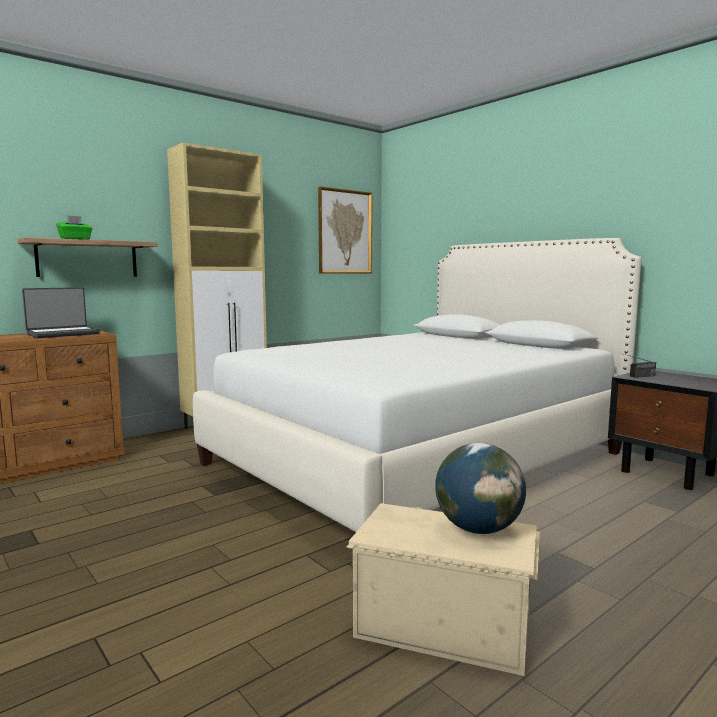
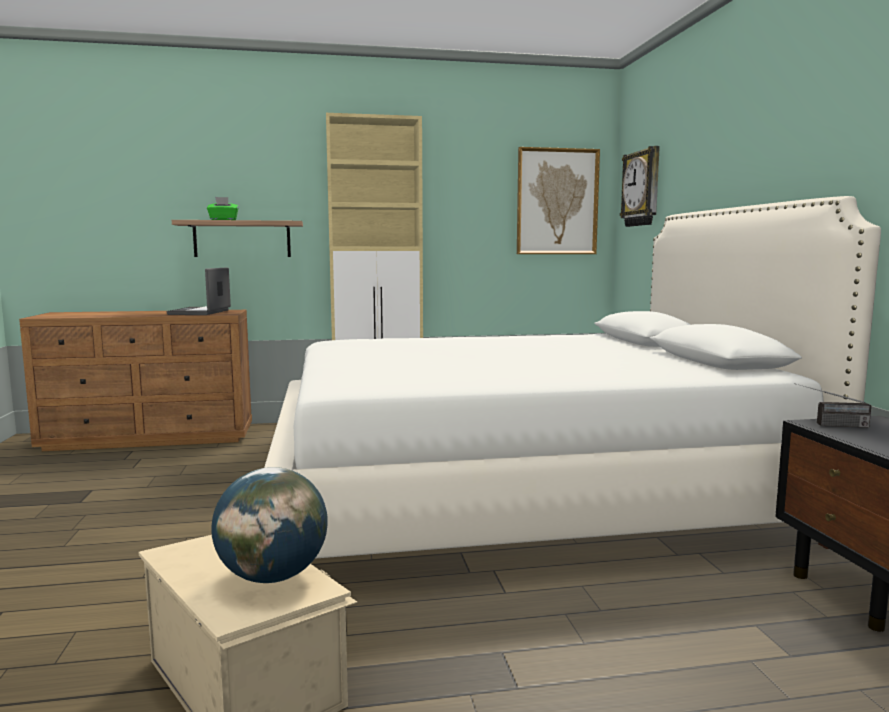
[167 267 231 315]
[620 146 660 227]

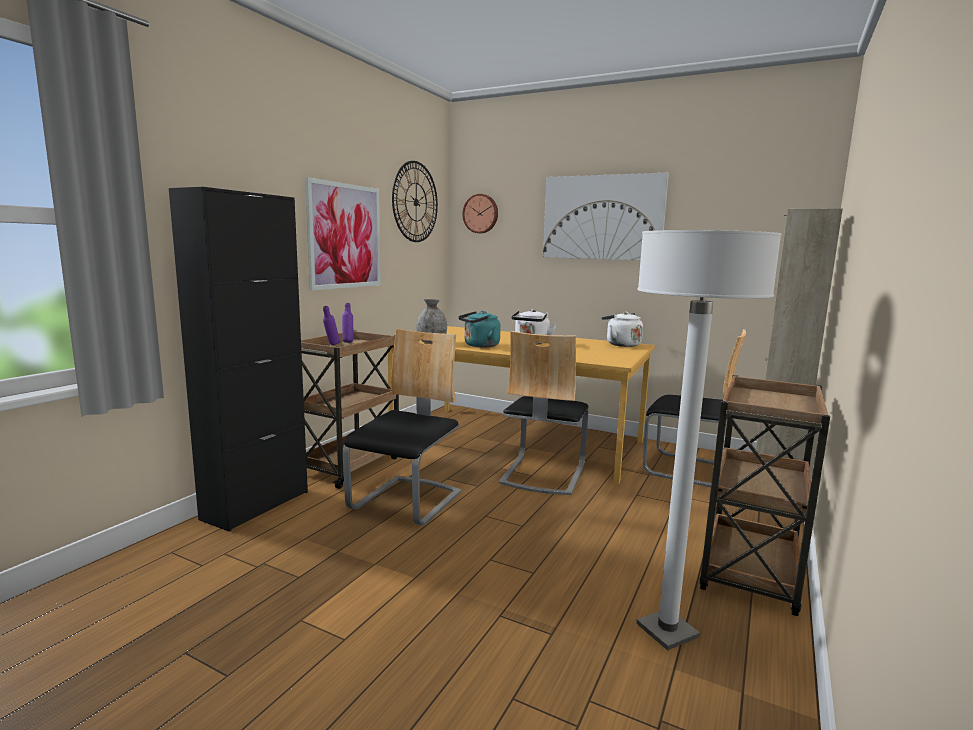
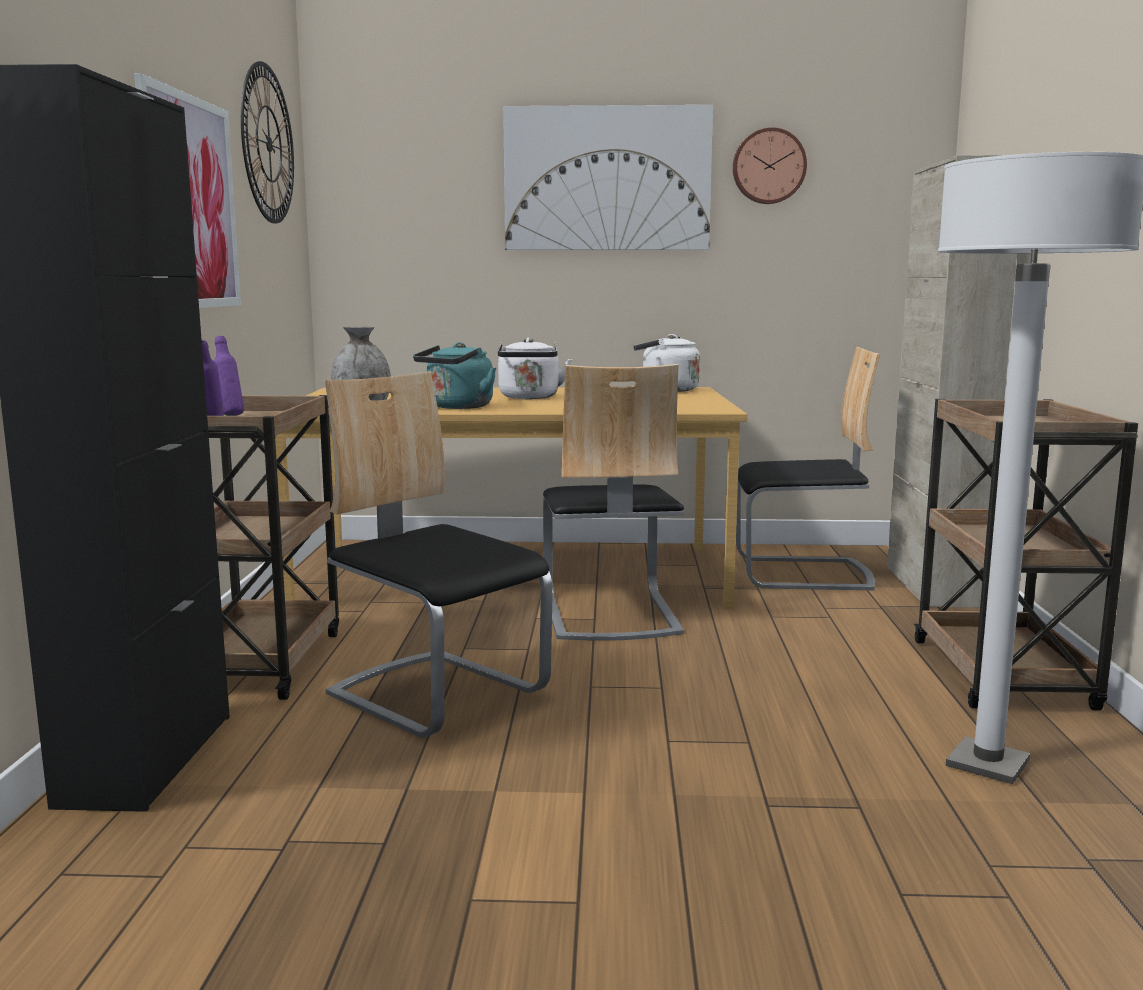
[733 127 807 204]
[325 371 553 738]

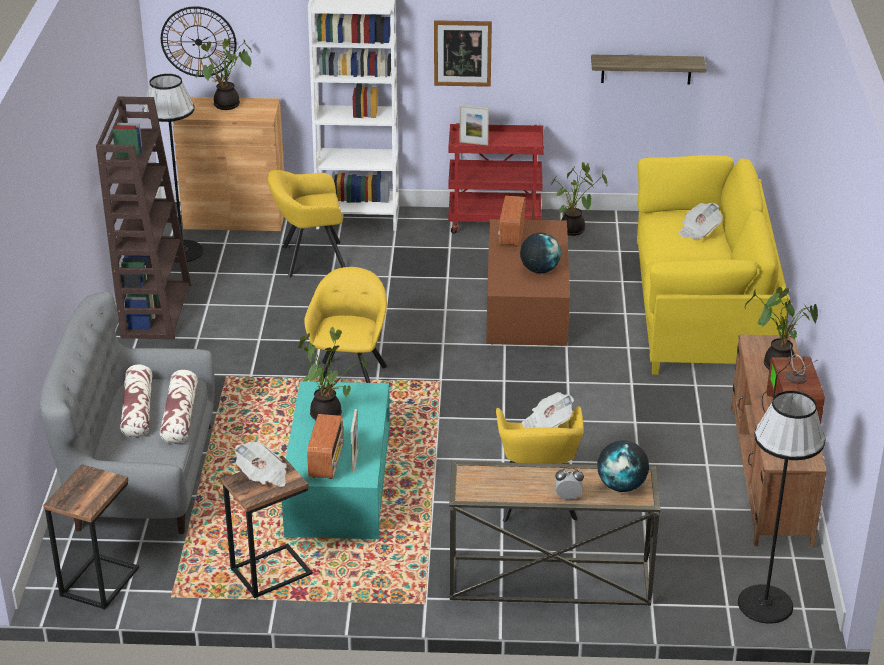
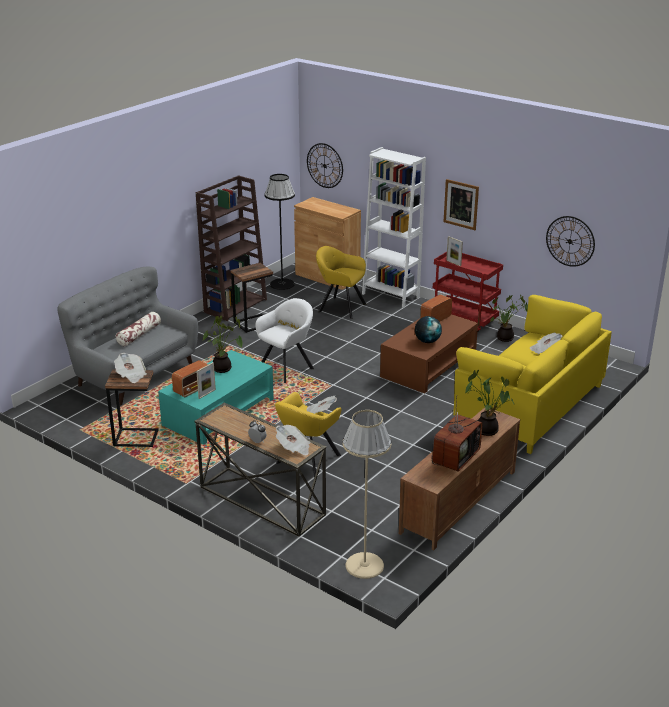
[195 38 252 110] (first image)
[546 216 595 267]
[256 298 314 383]
[160 370 198 444] (first image)
[343 410 391 579]
[276 425 310 455]
[230 263 273 333]

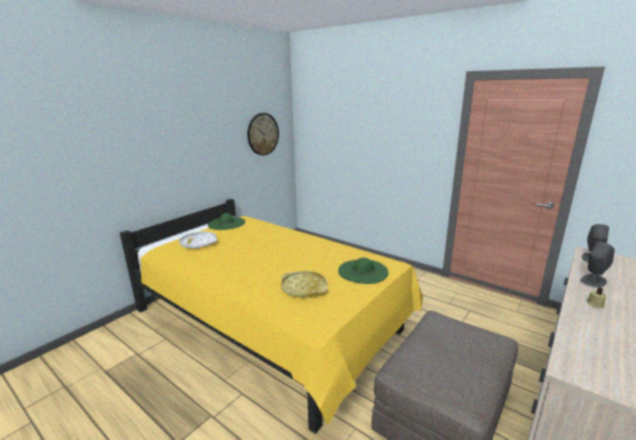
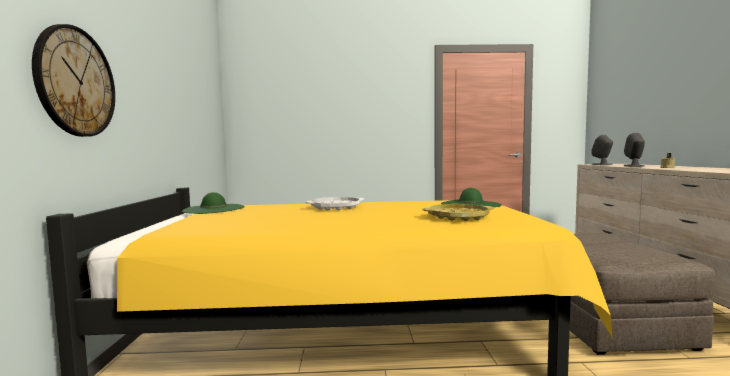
[32 24 115 137]
[306 197 364 210]

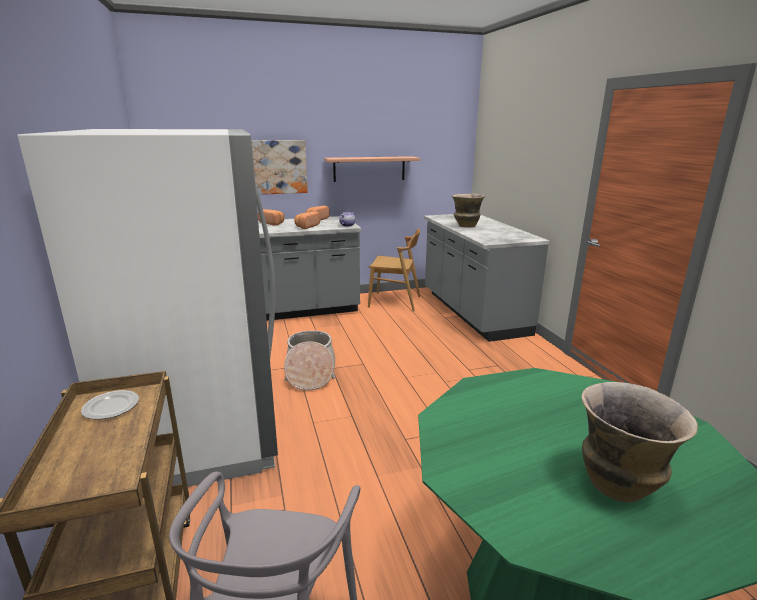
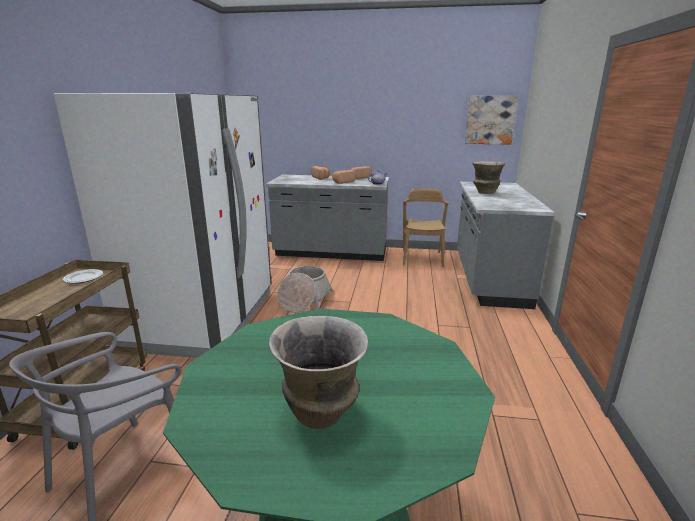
[465 96 518 145]
[324 156 420 182] (first image)
[403 188 449 267]

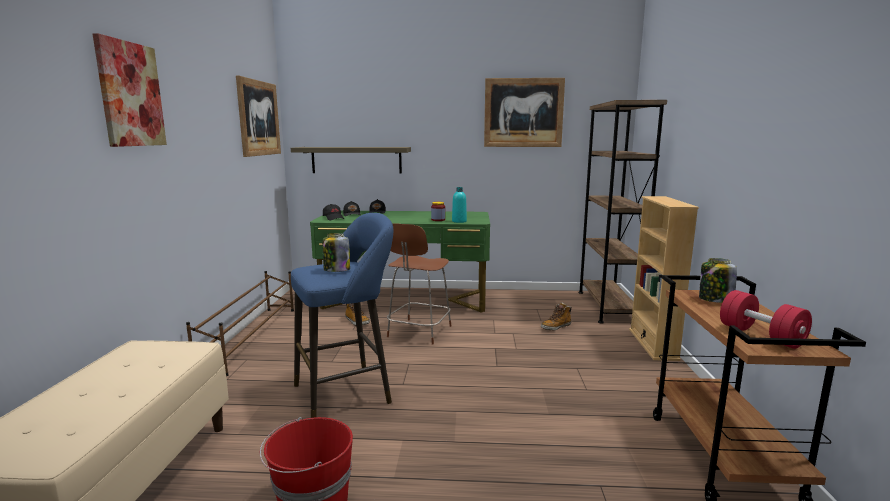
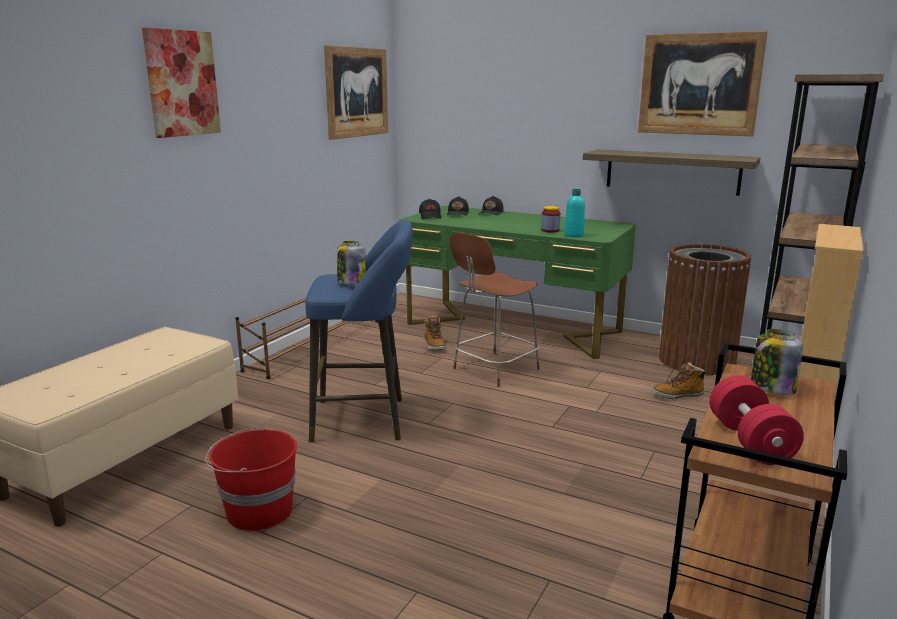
[583 149 761 196]
[659 244 751 375]

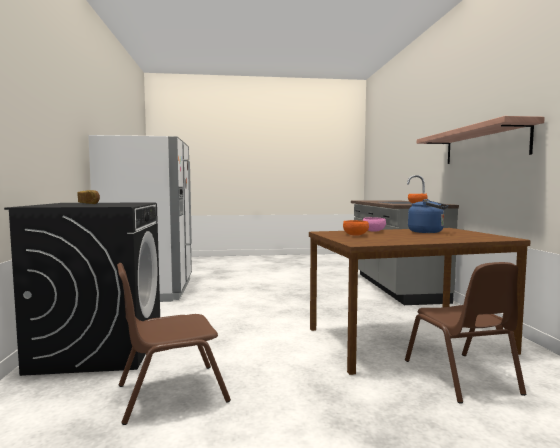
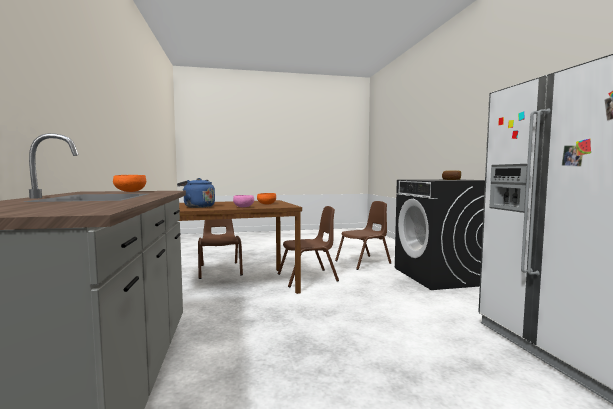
[417 116 545 164] (first image)
[278 206 339 287]

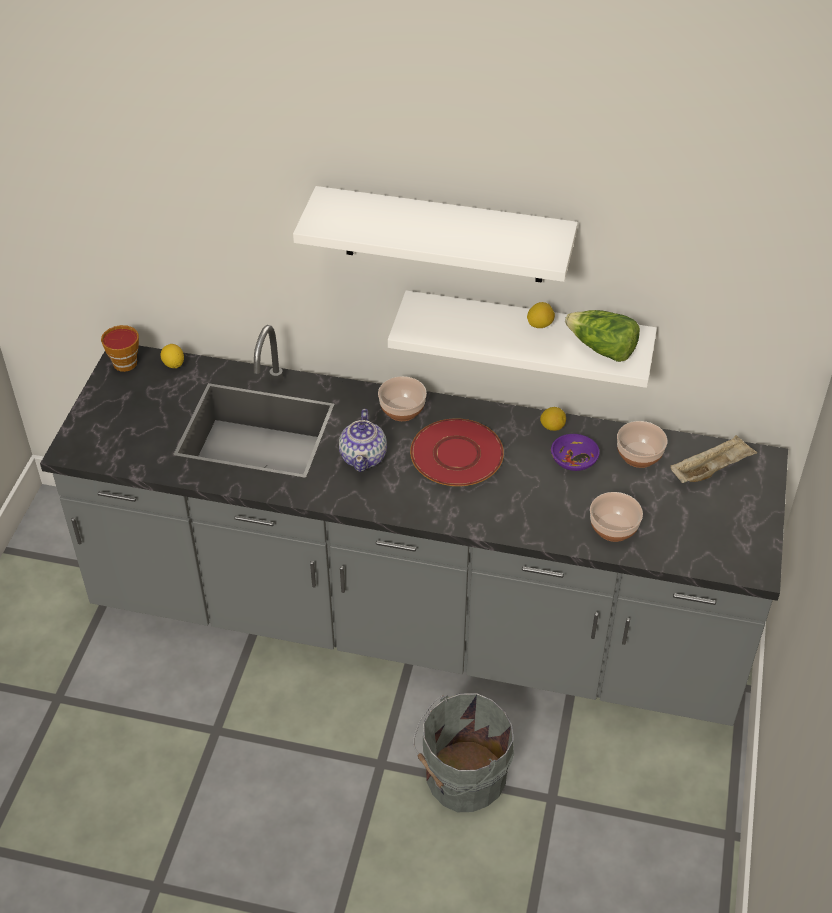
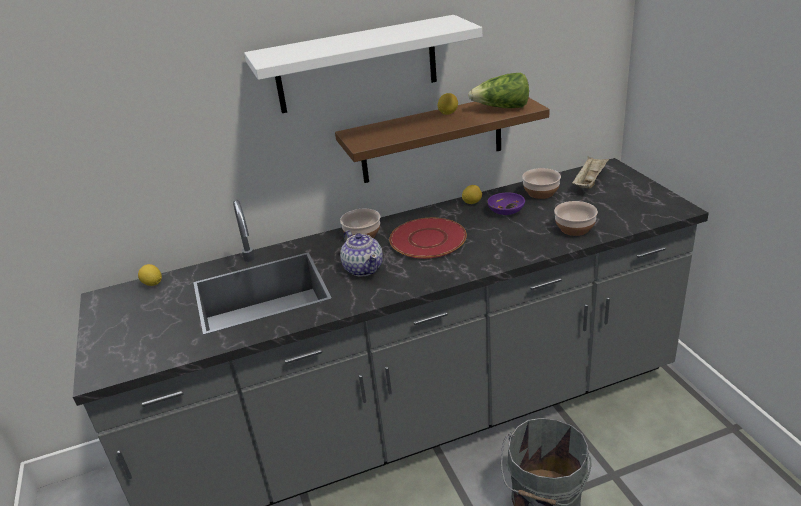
[335 98 550 183]
[101 325 139 372] (first image)

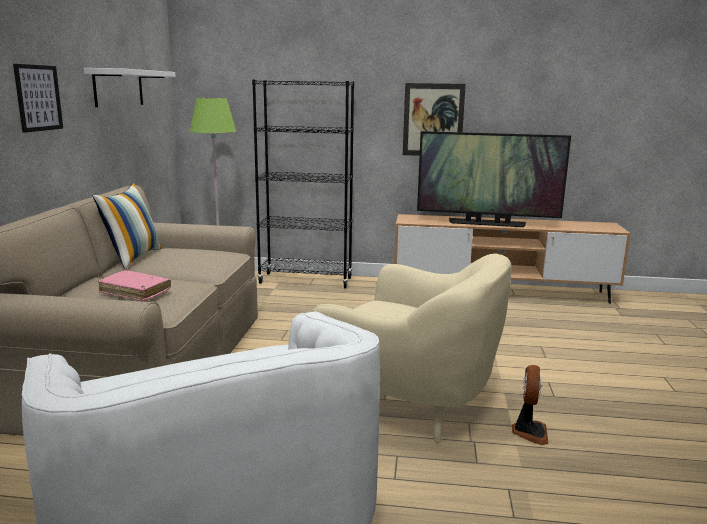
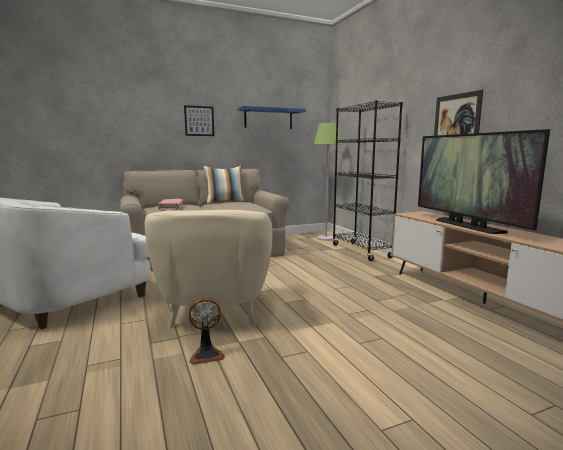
[237 106 306 129]

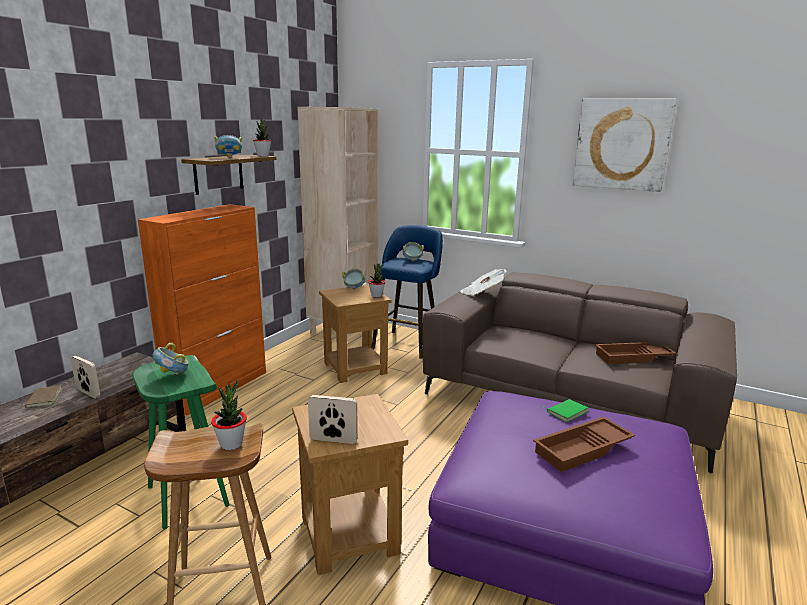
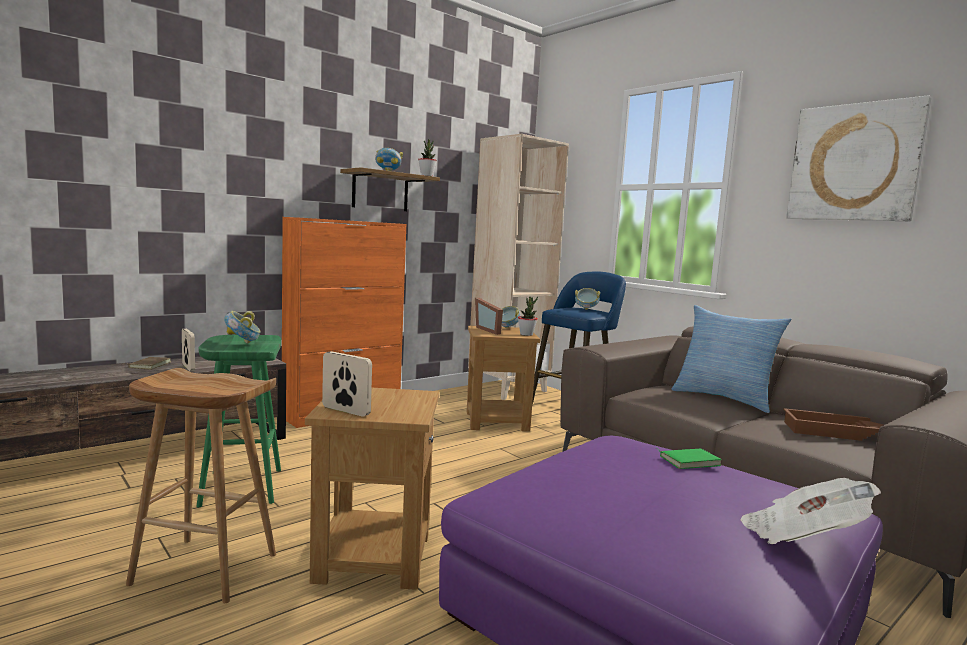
[741 478 881 544]
[211 380 247 450] (first image)
[533 417 635 472] (first image)
[475 298 503 335]
[672 305 792 413]

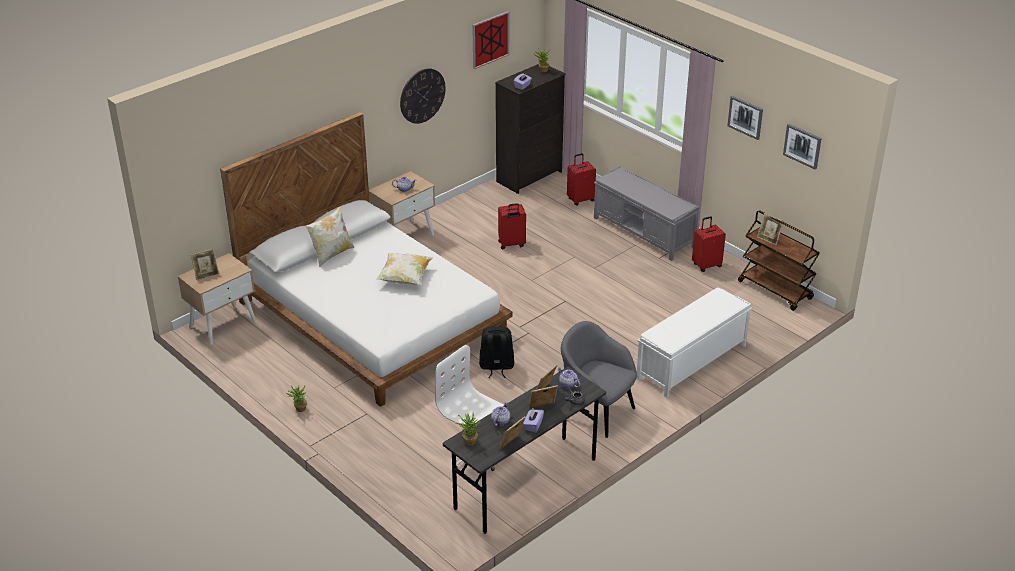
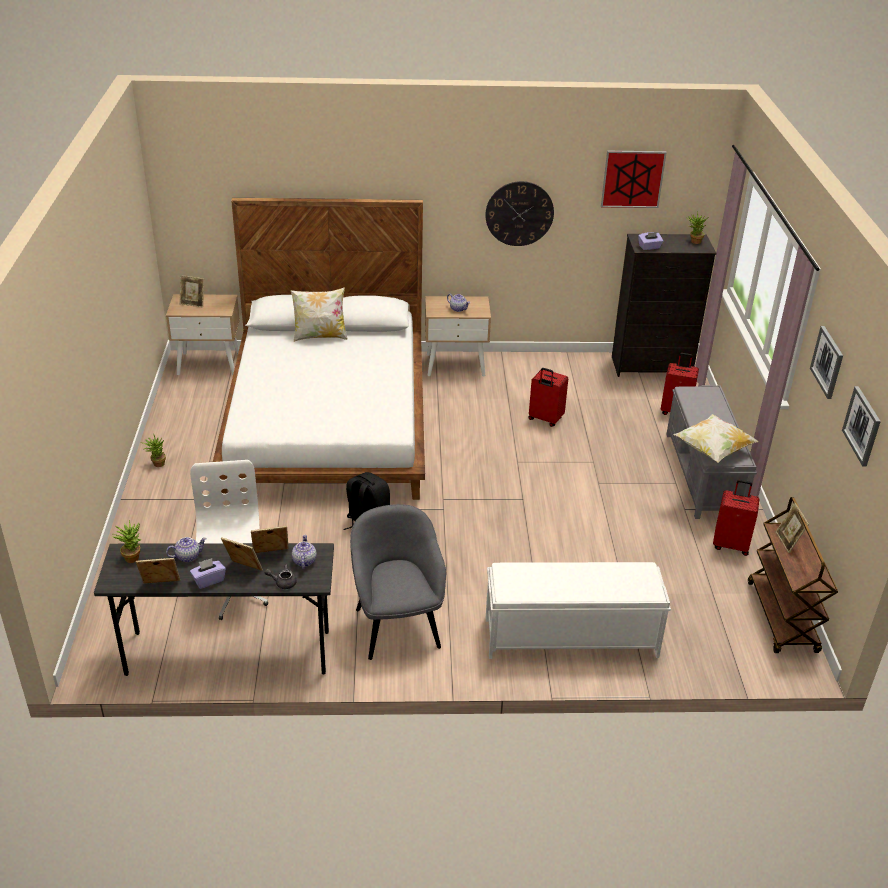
[673 414 759 463]

